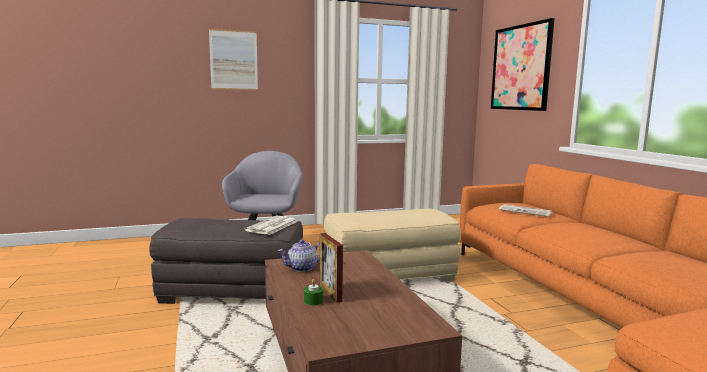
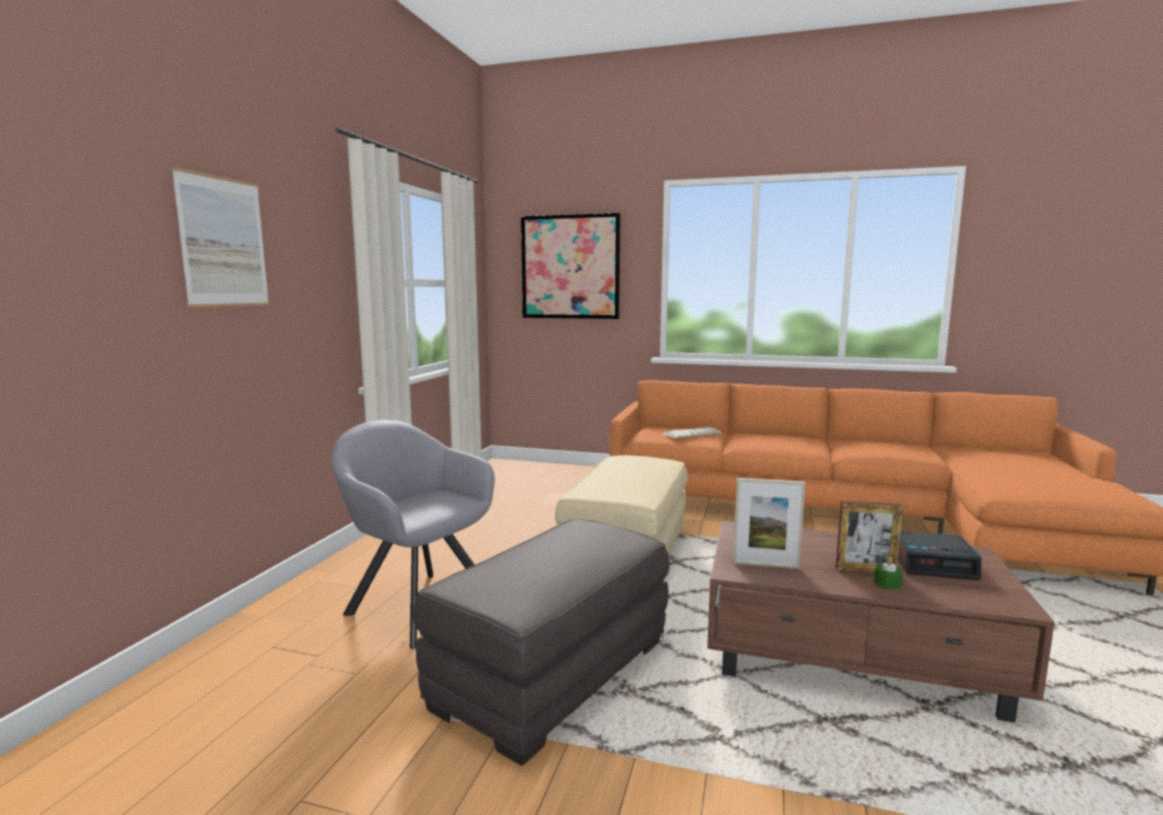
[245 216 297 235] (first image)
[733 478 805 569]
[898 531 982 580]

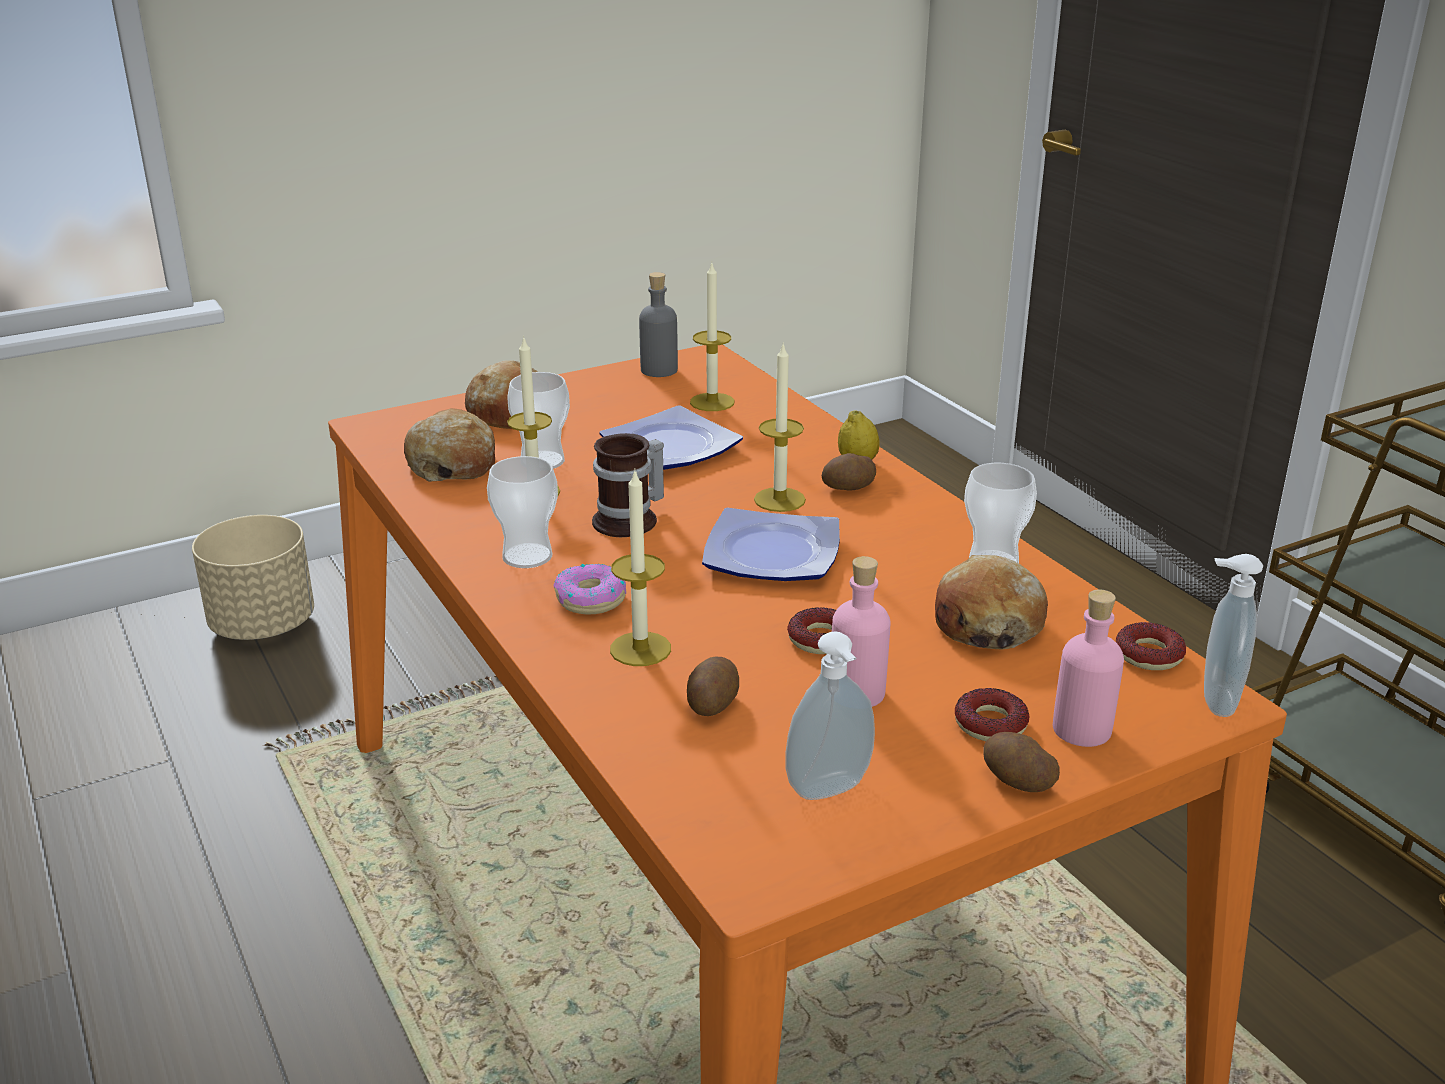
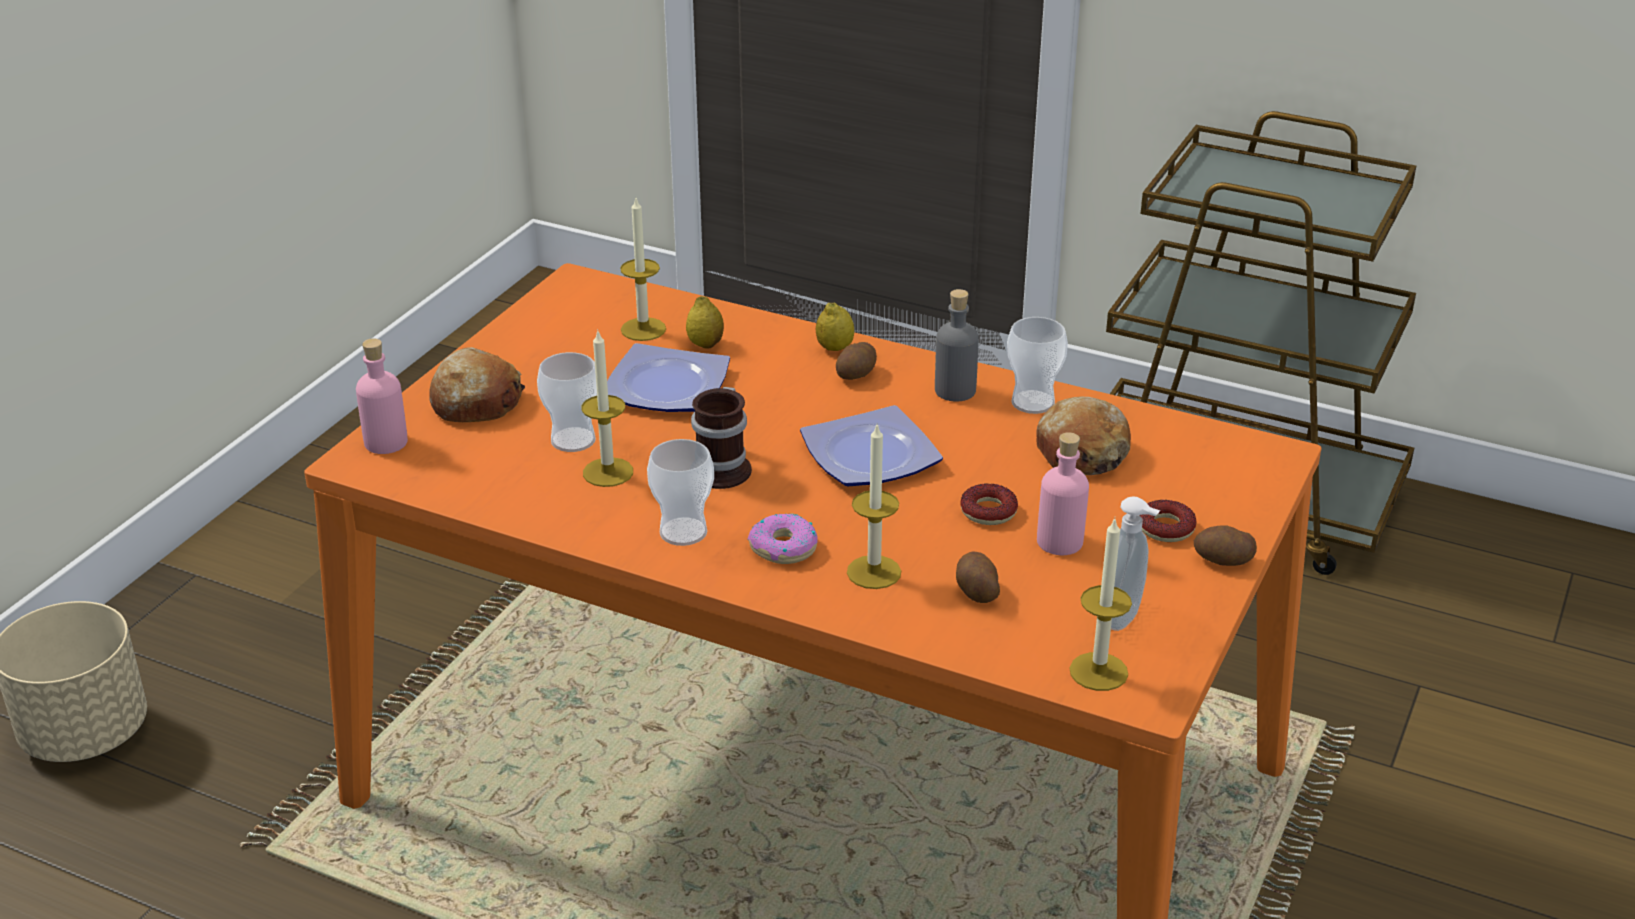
[935 289 979 401]
[1069 518 1132 691]
[404 408 495 482] (first image)
[1204 554 1263 717] (first image)
[356 338 408 454]
[1116 622 1186 670] (first image)
[686 296 724 349]

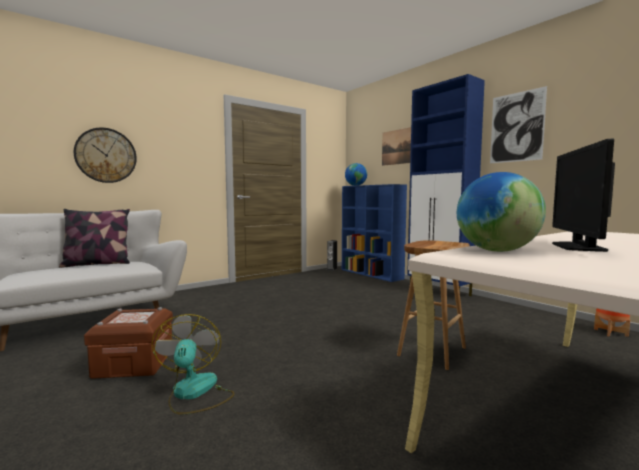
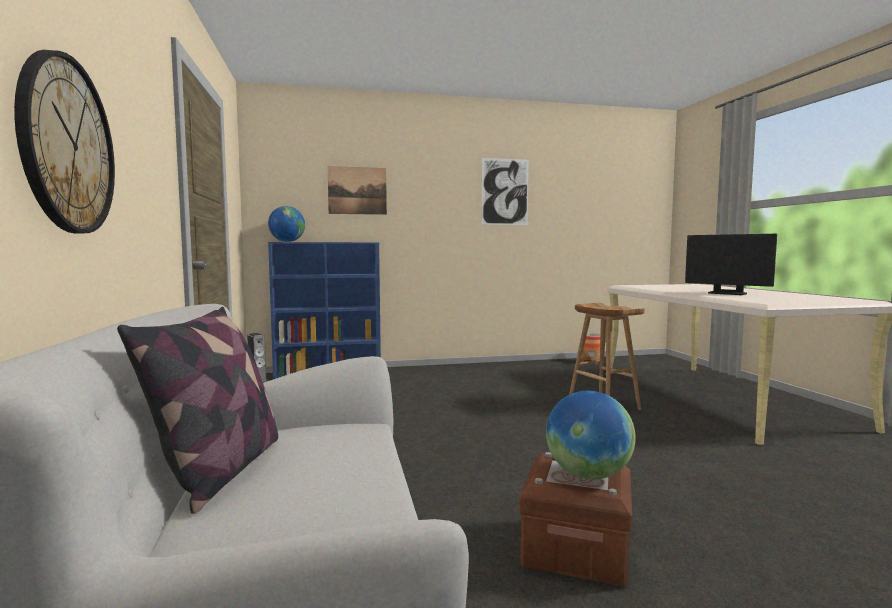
[407 74 485 296] (first image)
[546 391 636 480]
[152 314 234 415] (first image)

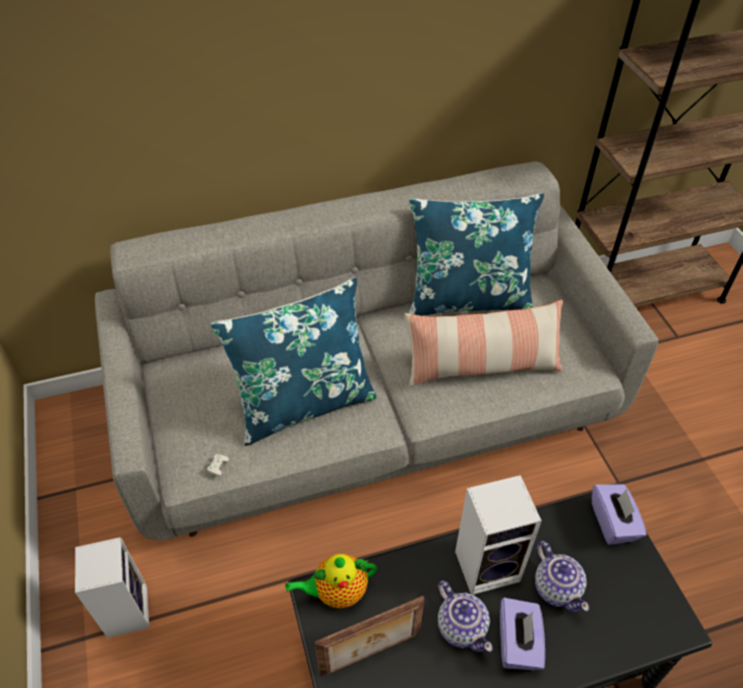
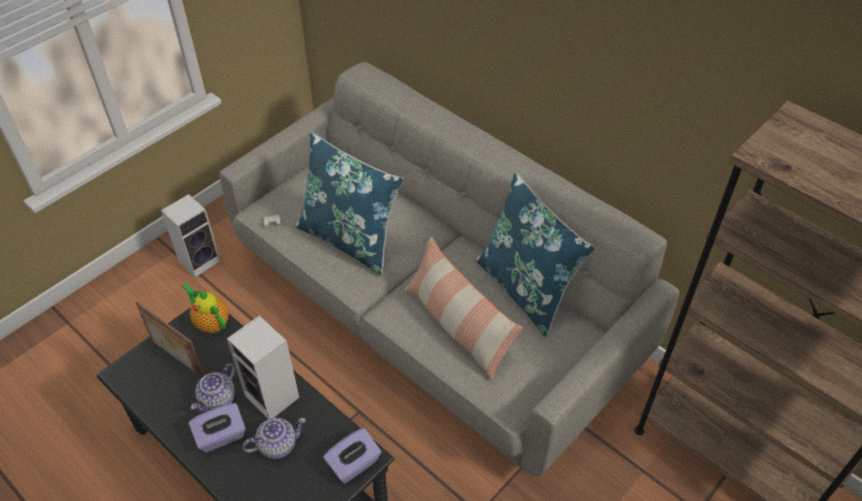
[242 418 306 459]

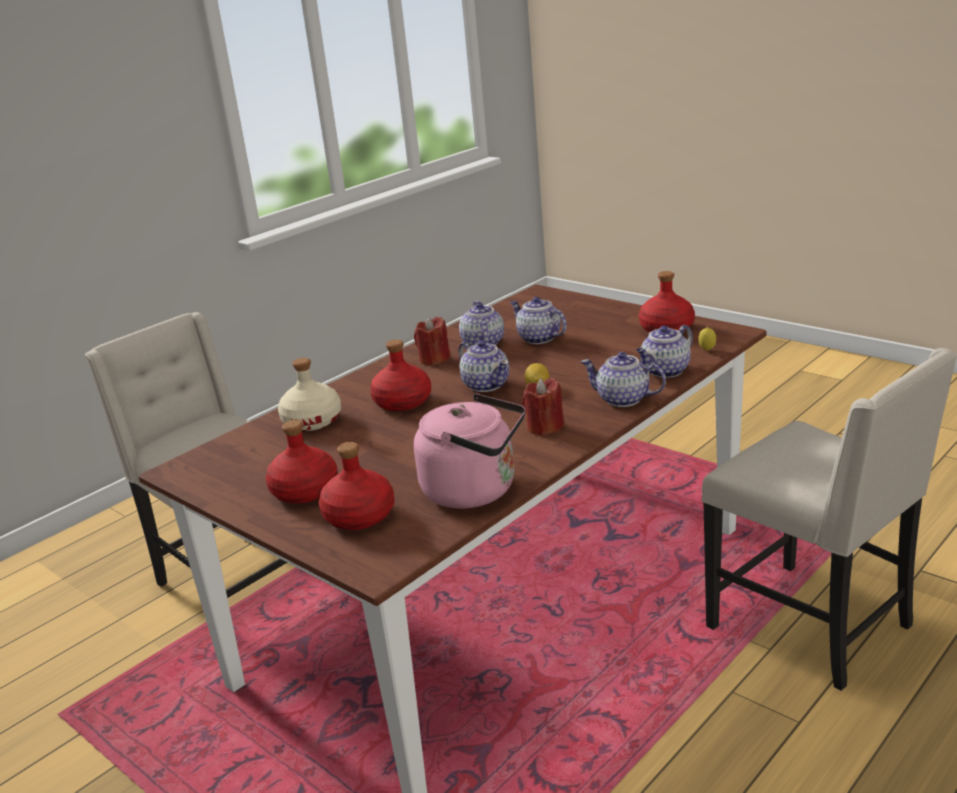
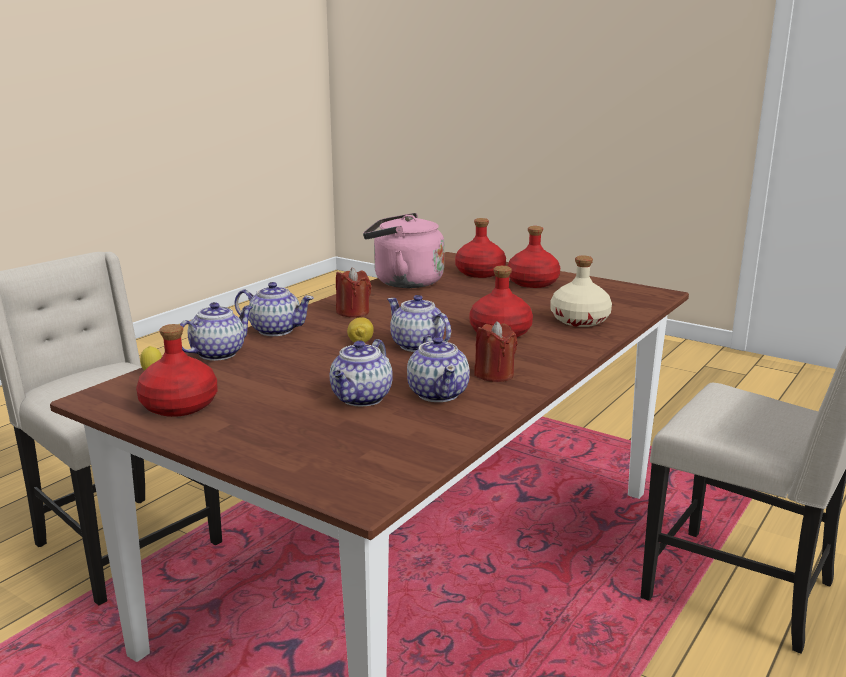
[330 339 393 406]

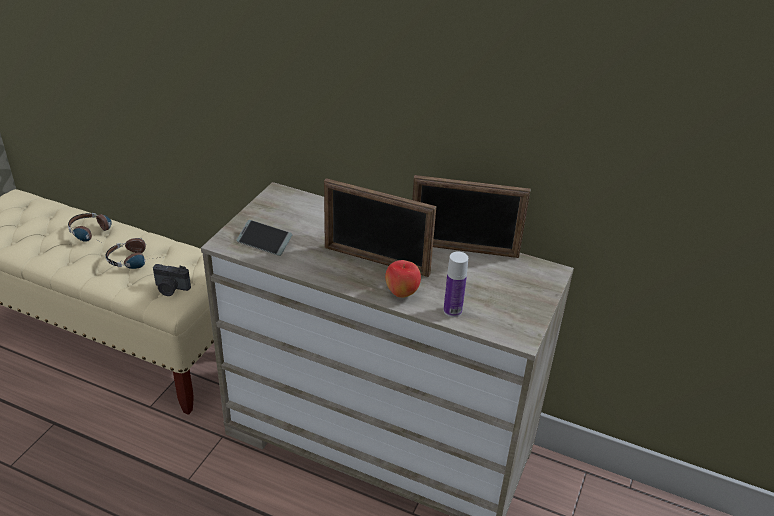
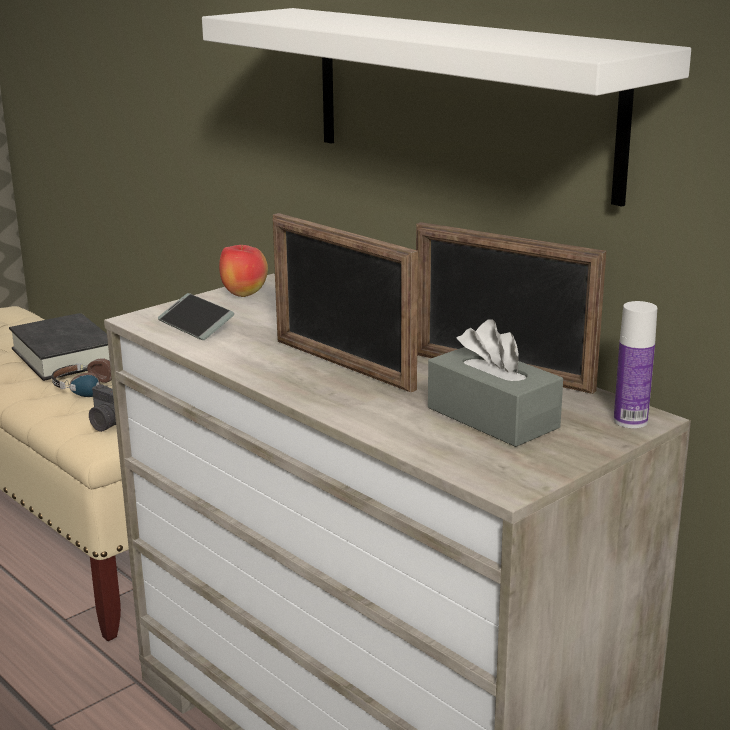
[9 313 110 381]
[614 301 657 428]
[219 245 268 297]
[202 8 691 207]
[428 319 563 447]

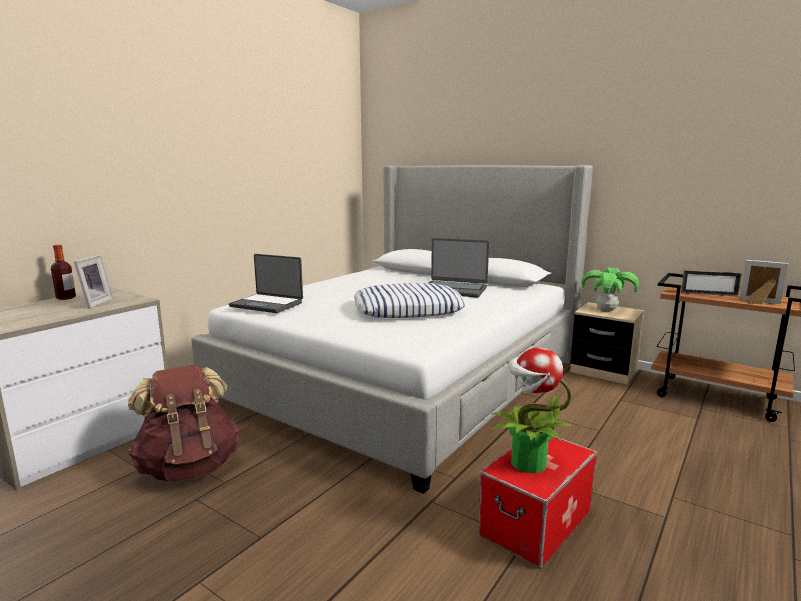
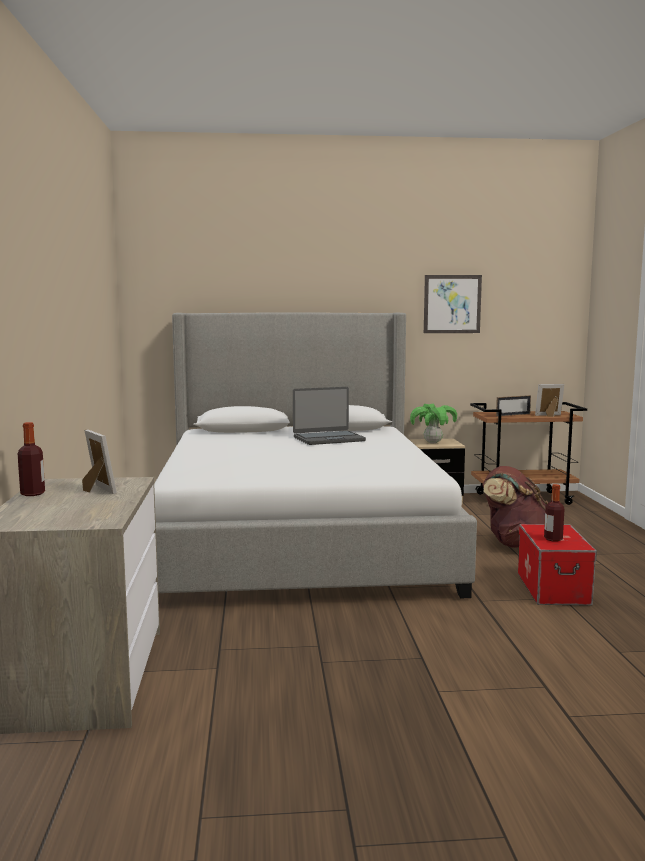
[229 254 303 313] (first image)
[354 283 465 318] (first image)
[544 484 565 541]
[482 466 548 548]
[424 275 482 333]

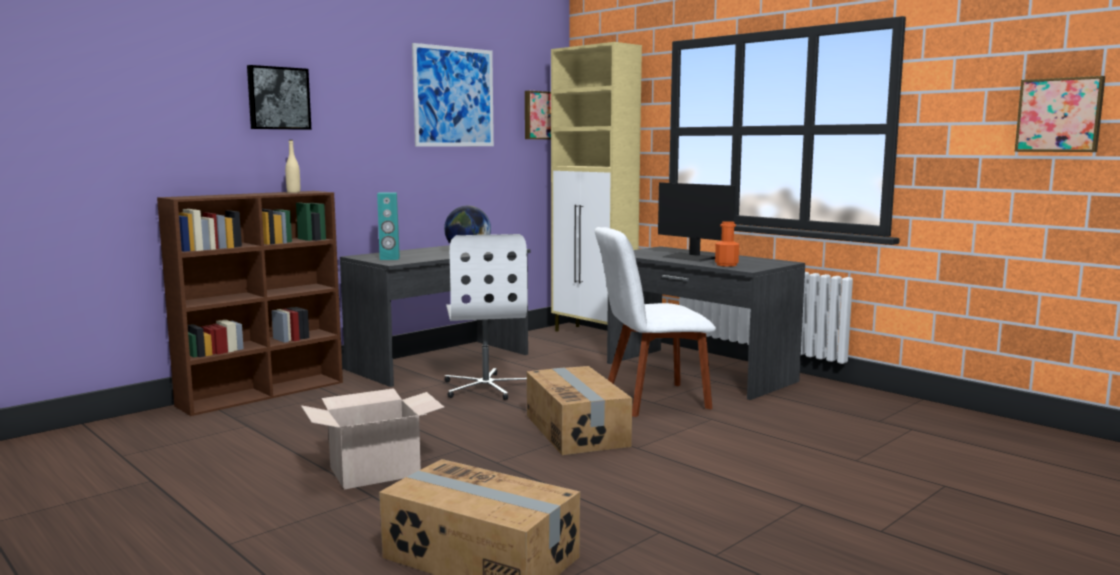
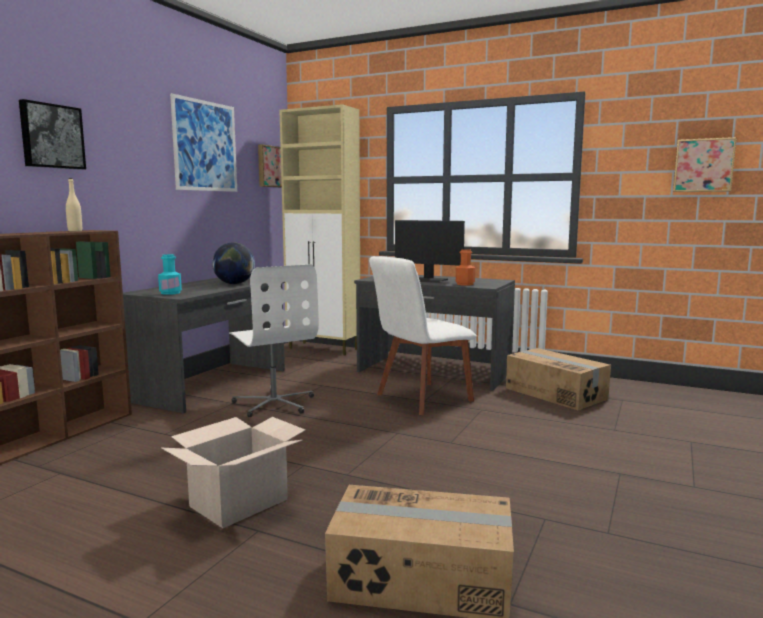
[158 254 182 295]
[506 348 611 410]

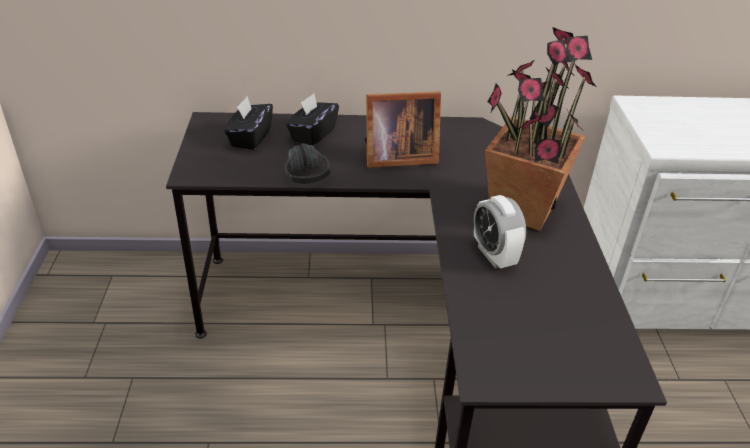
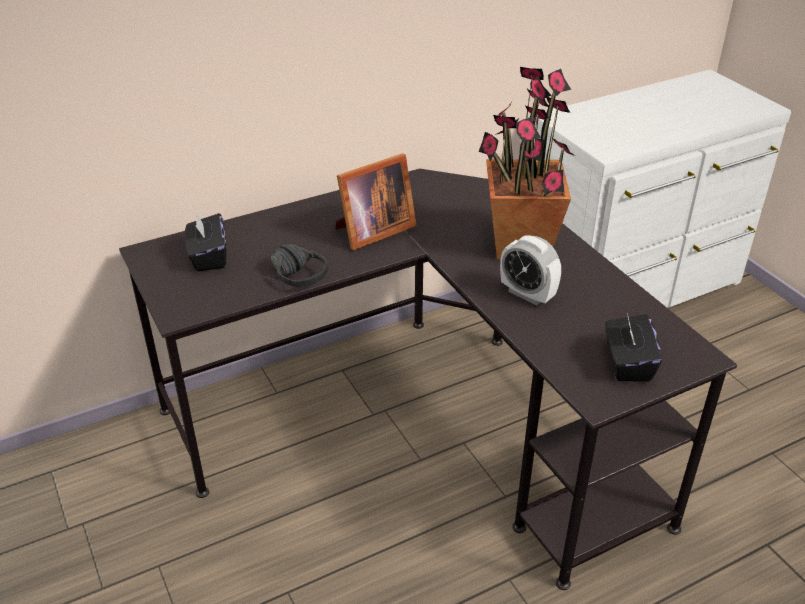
[605 313 662 382]

